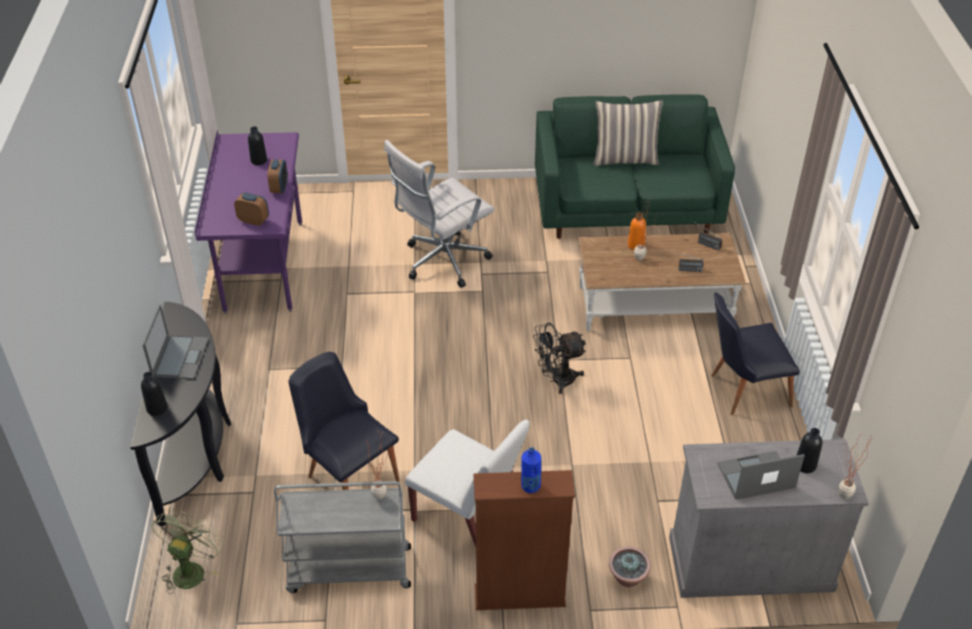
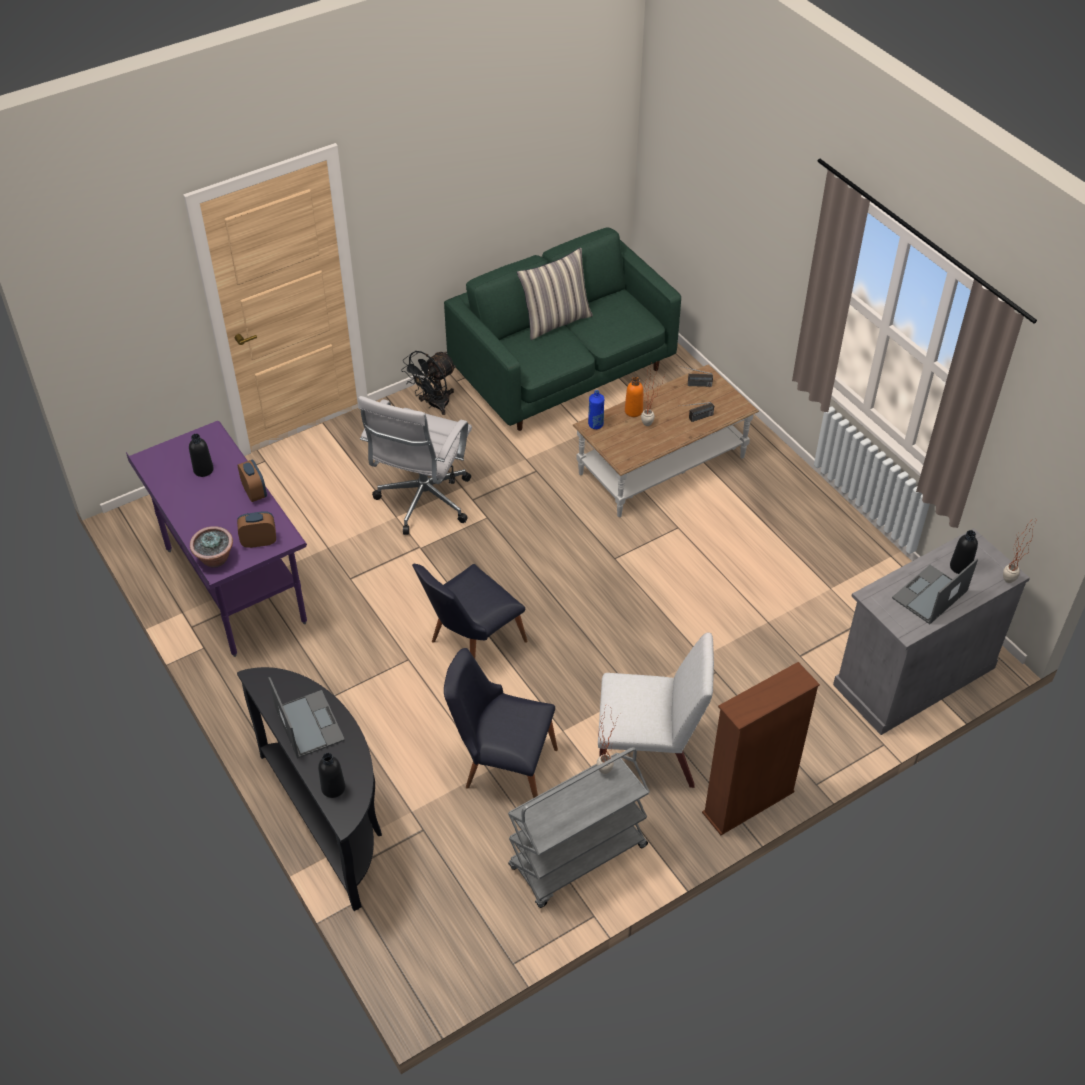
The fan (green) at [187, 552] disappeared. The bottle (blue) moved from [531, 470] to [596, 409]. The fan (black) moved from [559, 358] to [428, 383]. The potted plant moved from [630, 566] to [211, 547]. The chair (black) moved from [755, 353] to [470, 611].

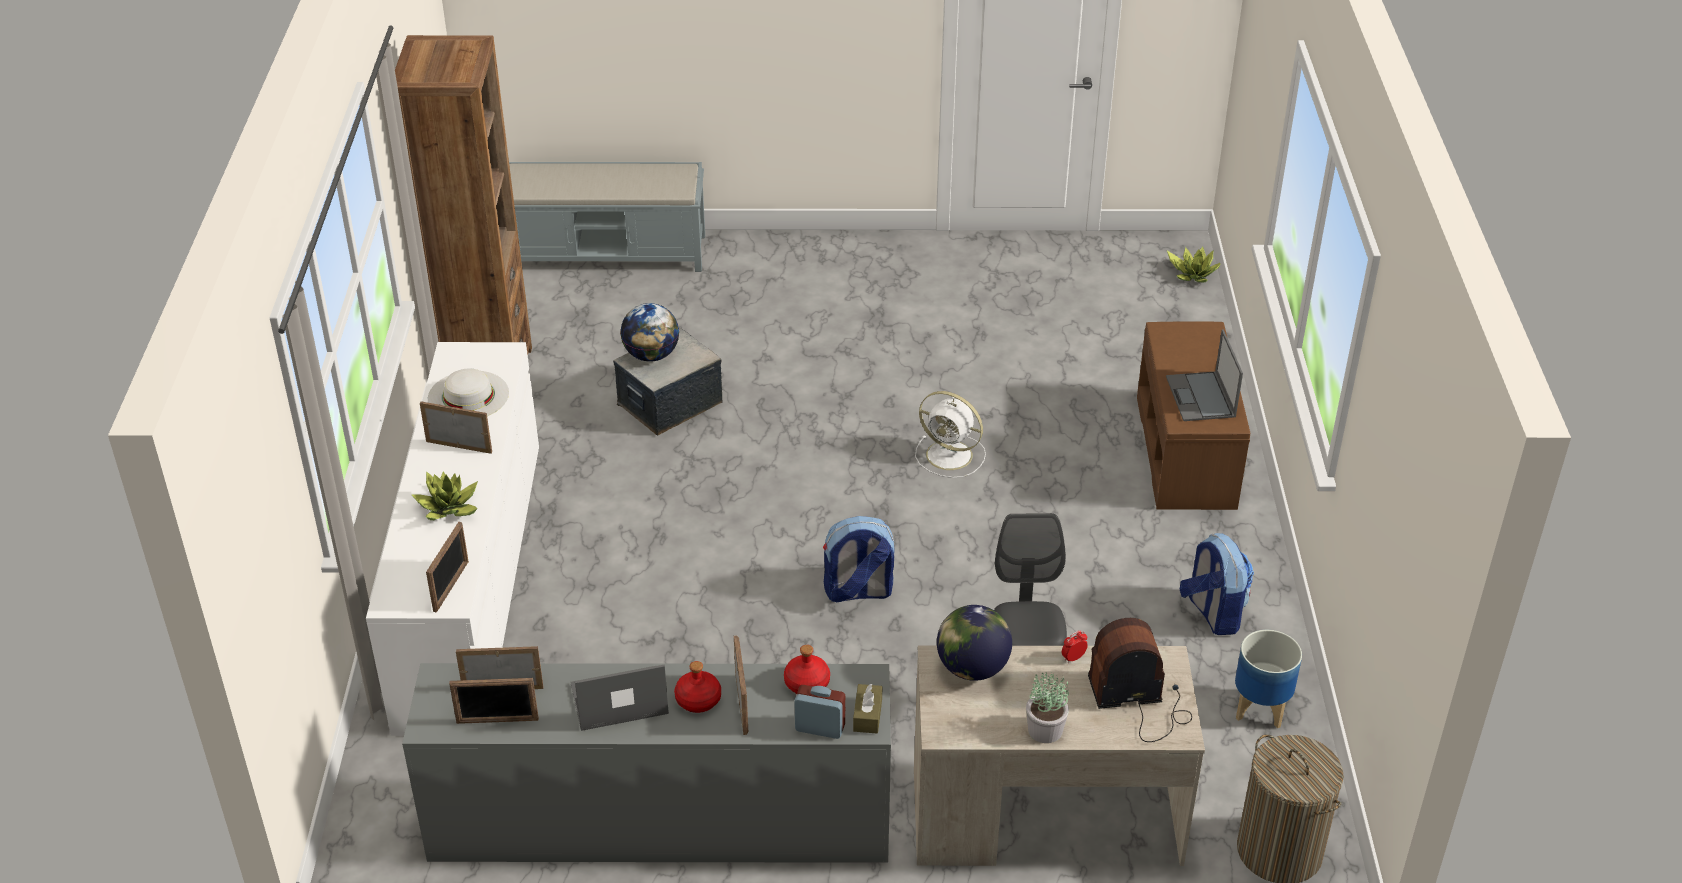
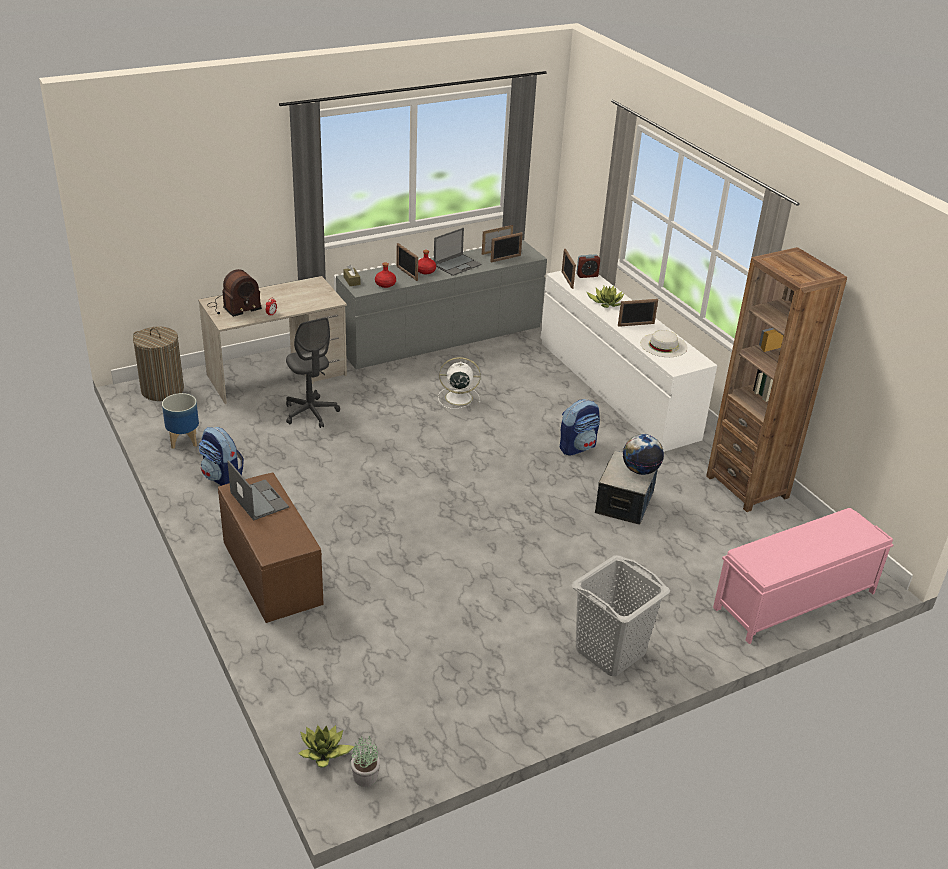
The globe at [974, 643] disappeared. The laundry basket (grey) at [621, 615] appeared. The alarm clock moved from [819, 712] to [588, 266]. The backpack moved from [858, 559] to [579, 427]. The fan (white) moved from [950, 434] to [459, 383]. The potted plant moved from [1047, 707] to [365, 761]. The bench (grey) at [607, 217] became the bench (pink) at [803, 576].

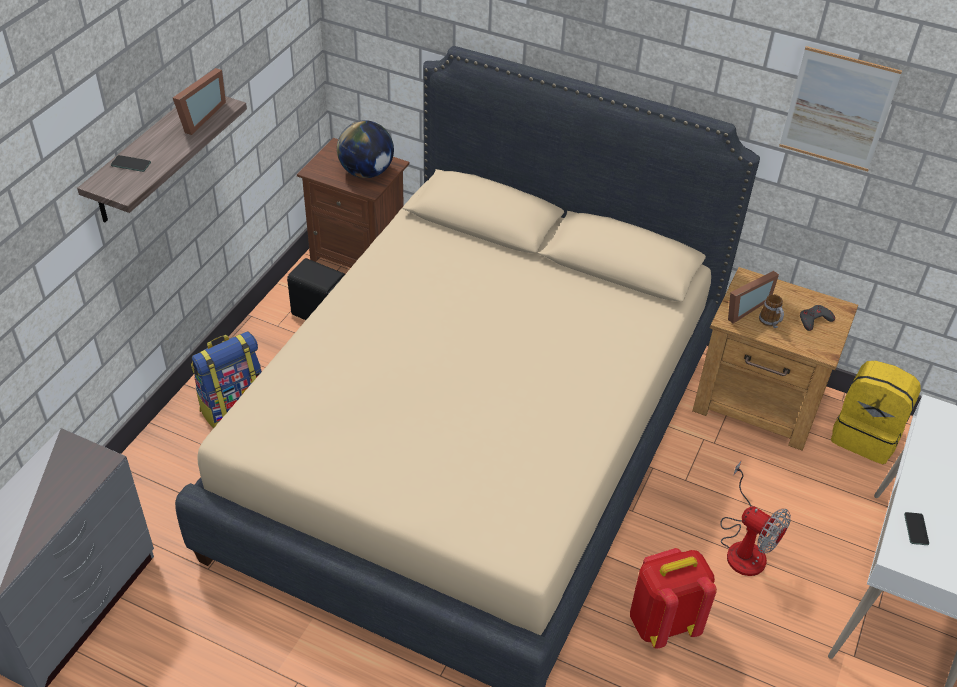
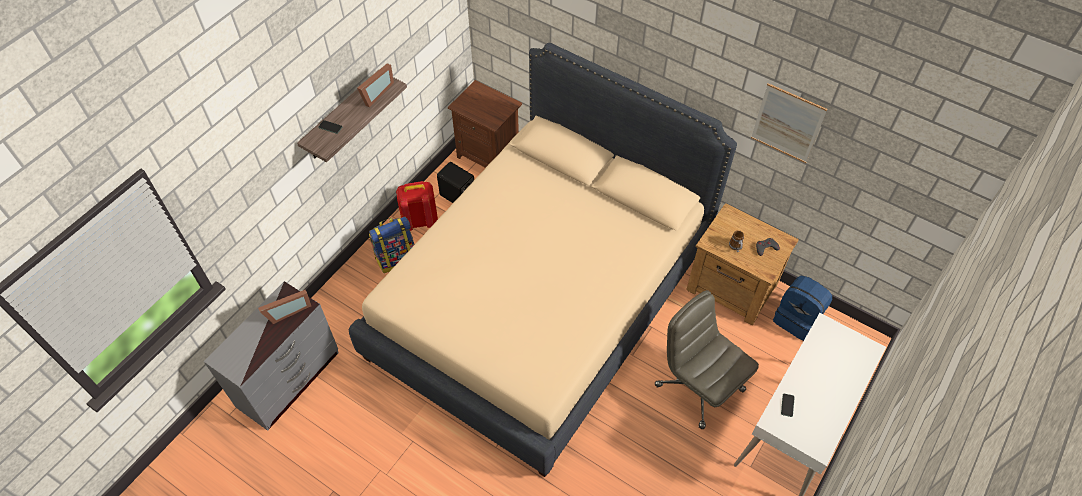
The globe at [365, 149] disappeared. The backpack (red) moved from [673, 598] to [417, 206]. The picture frame moved from [753, 297] to [284, 307]. The fan at [755, 518] was replaced by the office chair (grey) at [707, 359]. The backpack (yellow) at [876, 412] became the backpack (blue) at [802, 308].

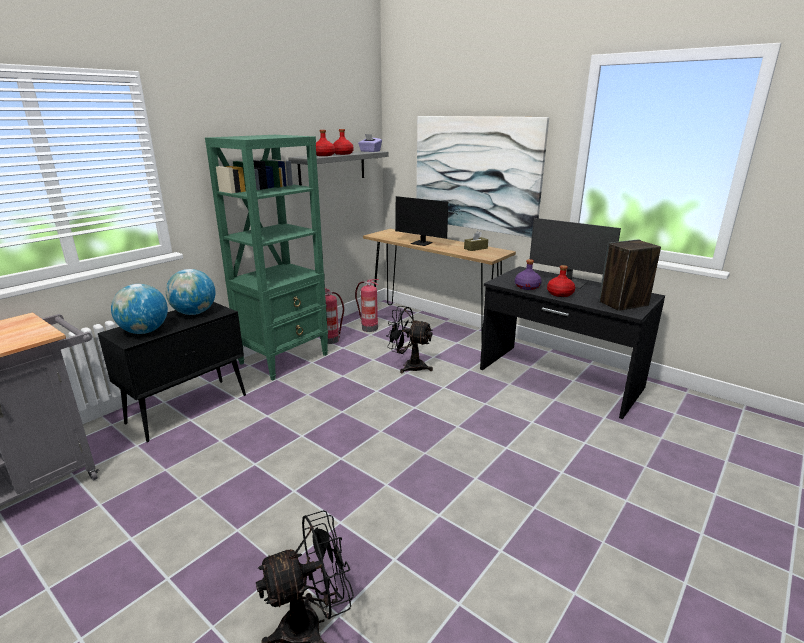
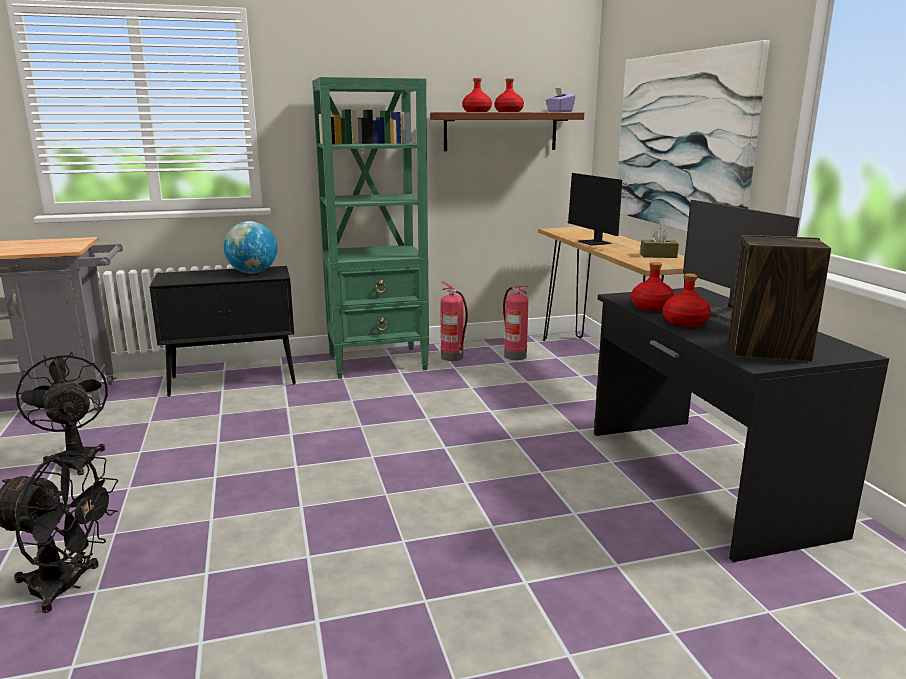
The globe at [139, 309] disappeared. The fan (black) moved from [409, 339] to [62, 413]. The shelf (grey) at [338, 168] became the shelf (brown) at [507, 131]. The bottle (purple) at [528, 274] became the bottle (red) at [653, 287].

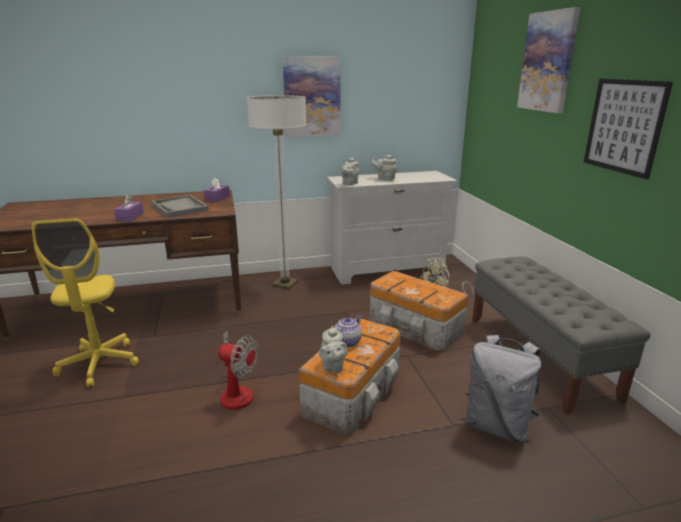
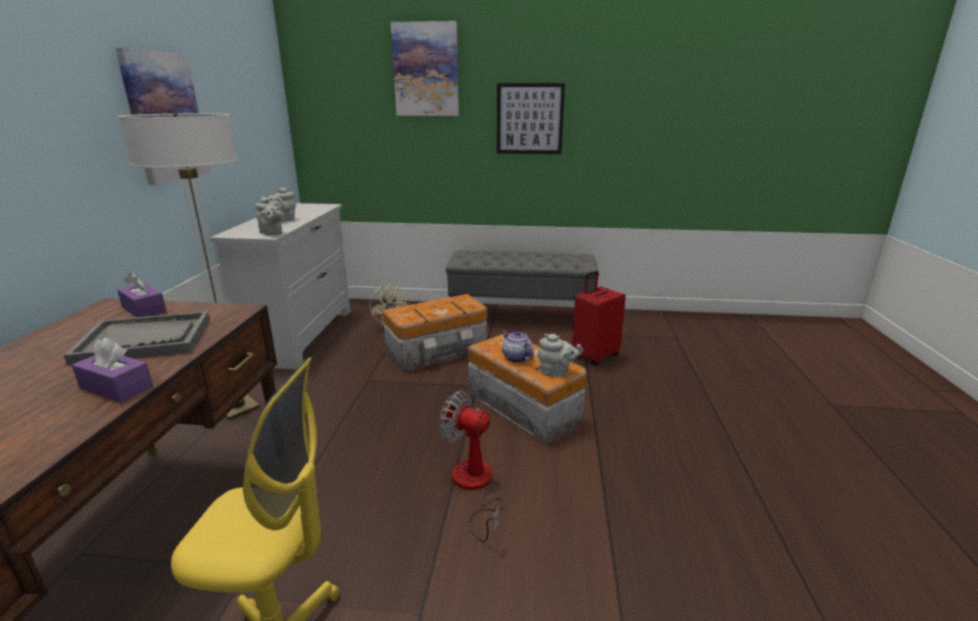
The backpack (grey) at [504, 388] was replaced by the suitcase (red) at [599, 318]. The fan at [237, 370] turned 105 degrees counterclockwise.

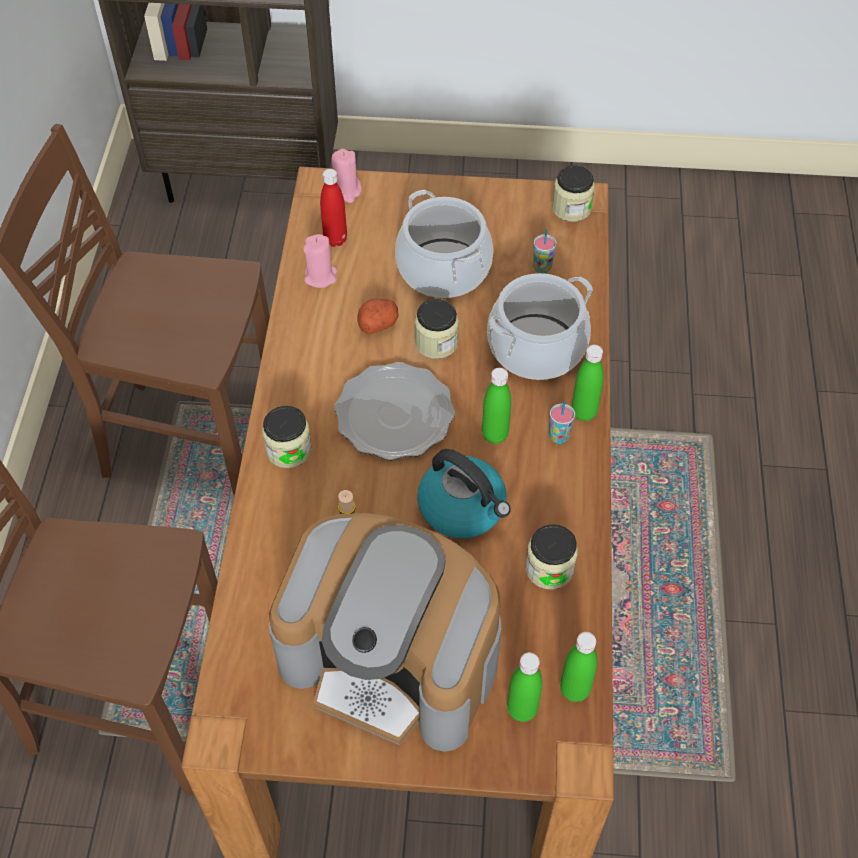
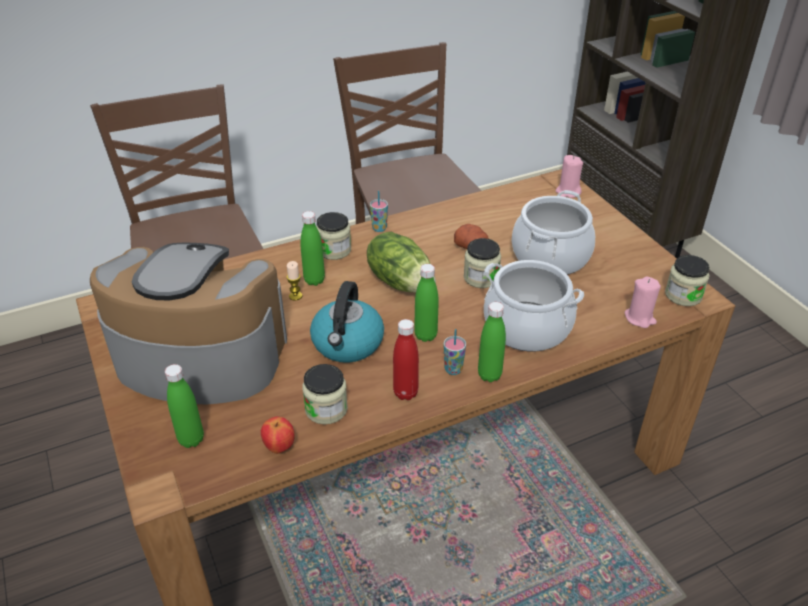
The apple at [278, 435] appeared. The candle (pink) moved from [320, 261] to [643, 302]. The bottle (red) moved from [333, 208] to [406, 359]. The cup moved from [545, 251] to [379, 211]. The bottle (green) moved from [578, 667] to [312, 248]. The plate at [394, 411] was replaced by the lettuce at [401, 262]. The coffee machine at [385, 632] turned 105 degrees clockwise.

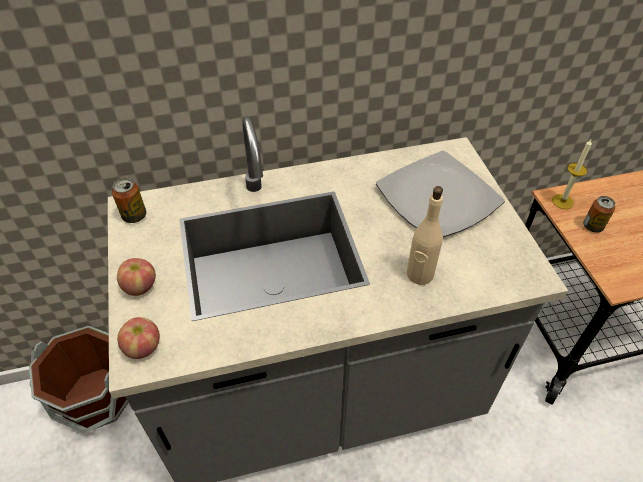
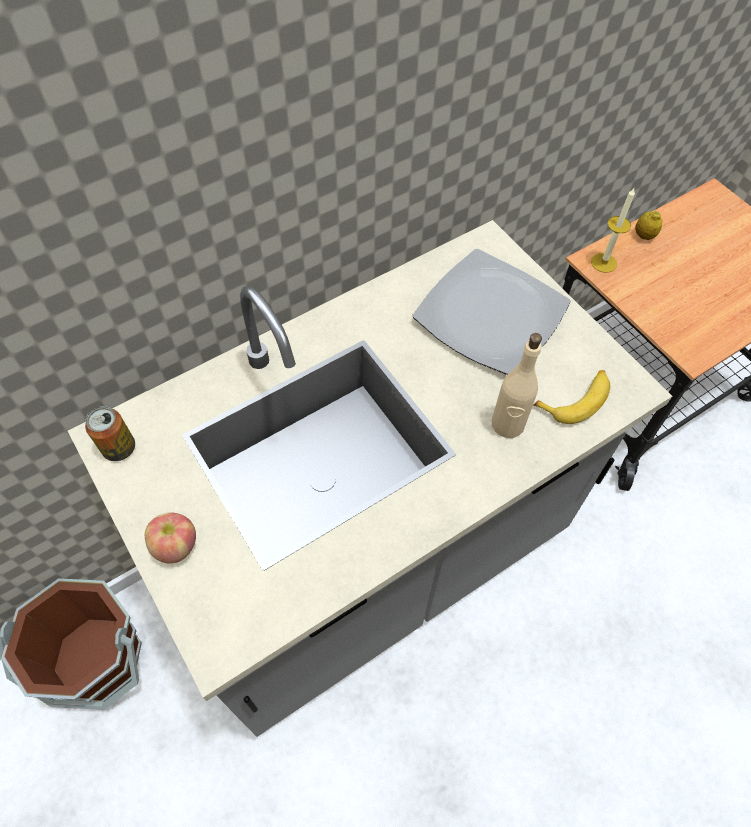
The apple at [138, 338] disappeared. The can at [599, 214] disappeared. The banana at [571, 397] appeared. The lemon at [648, 225] appeared.

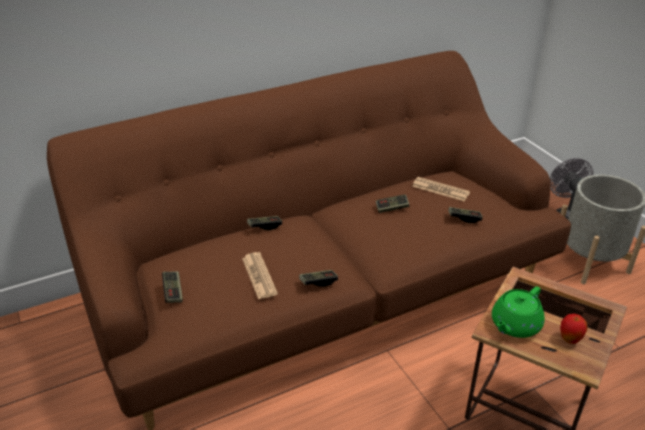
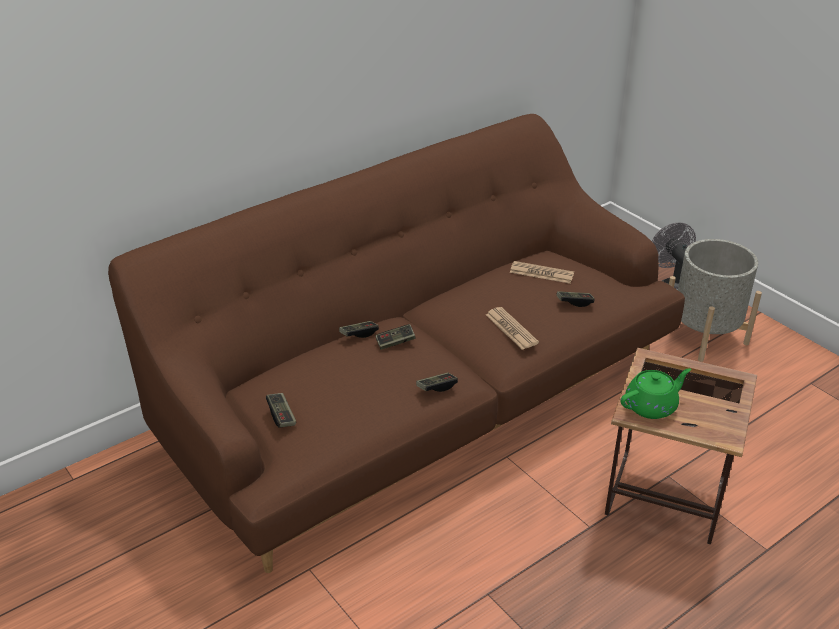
The apple at [574, 329] disappeared. The newspaper moved from [260, 275] to [512, 328]. The game controller moved from [392, 203] to [395, 337]. The teapot (green) at [518, 312] turned 150 degrees counterclockwise.

